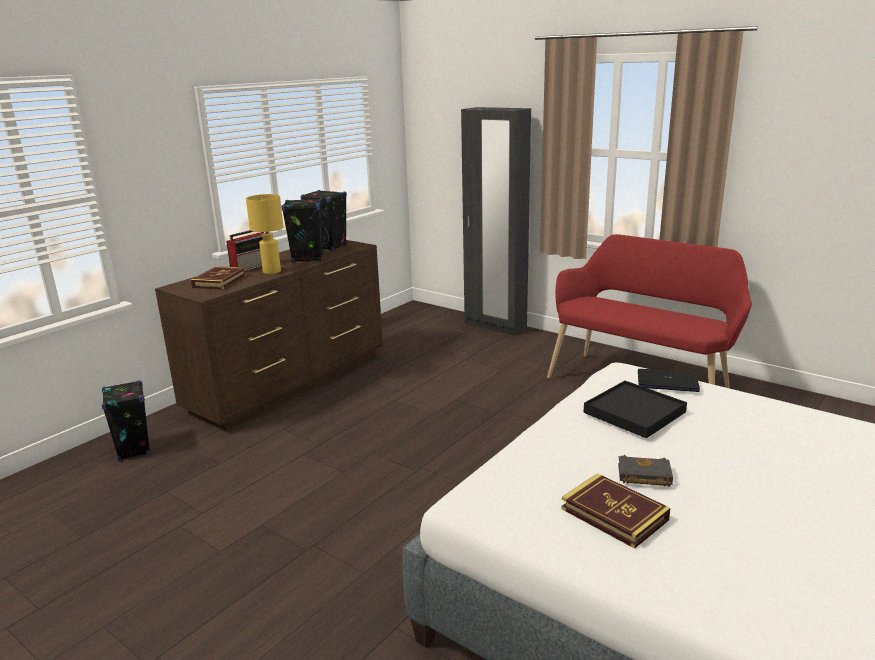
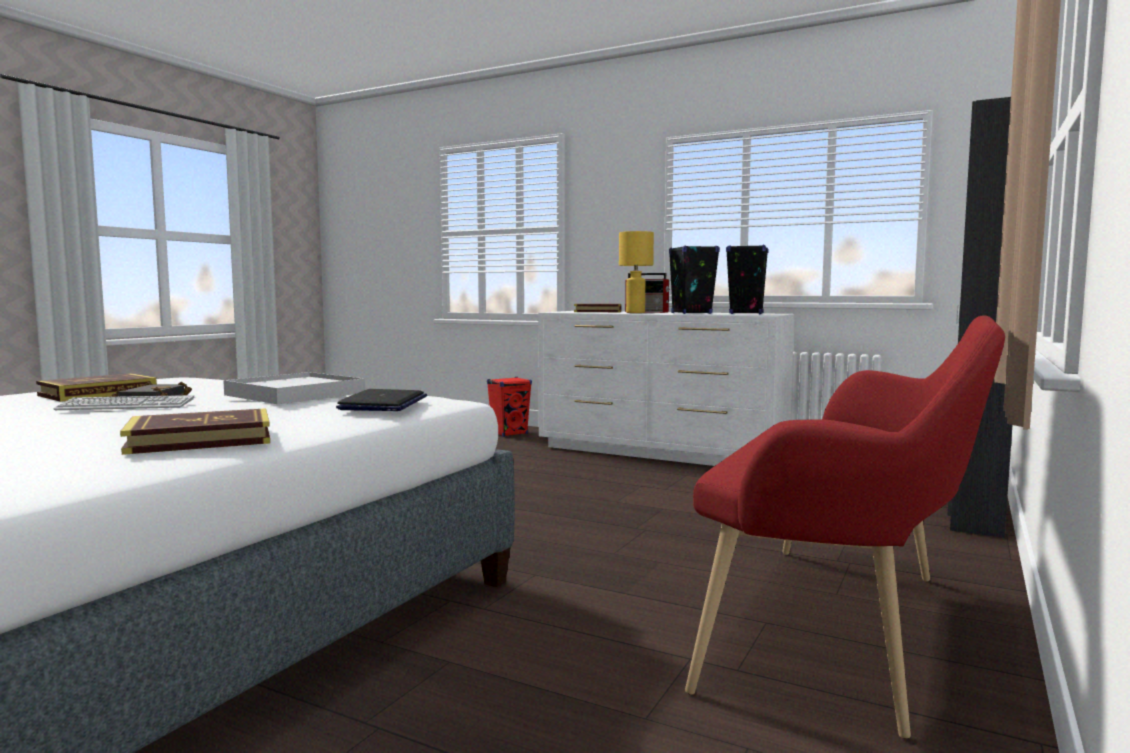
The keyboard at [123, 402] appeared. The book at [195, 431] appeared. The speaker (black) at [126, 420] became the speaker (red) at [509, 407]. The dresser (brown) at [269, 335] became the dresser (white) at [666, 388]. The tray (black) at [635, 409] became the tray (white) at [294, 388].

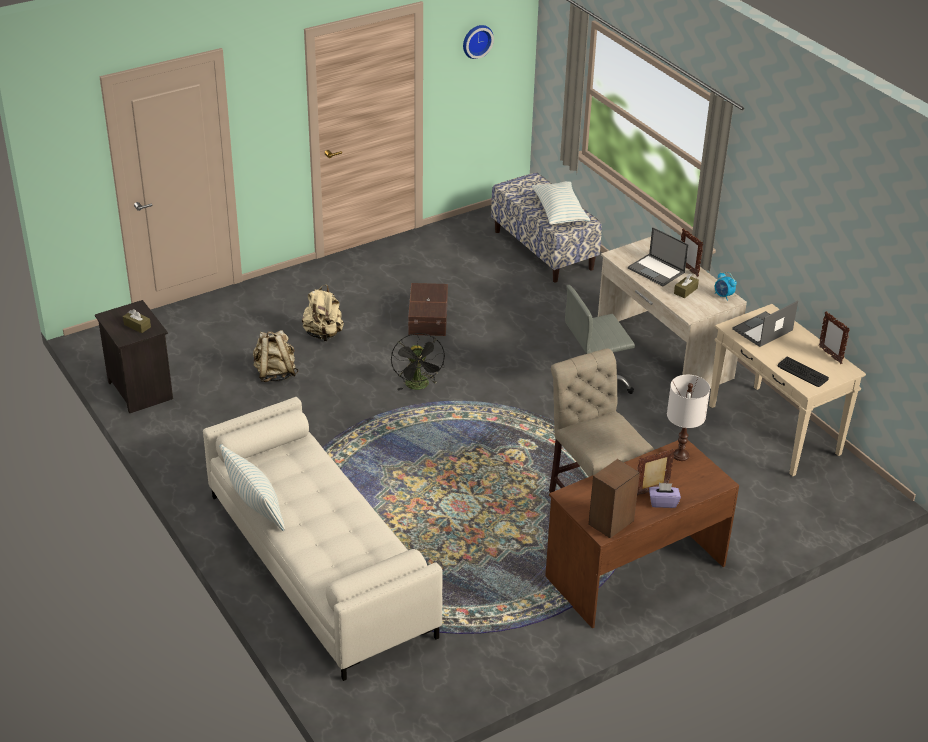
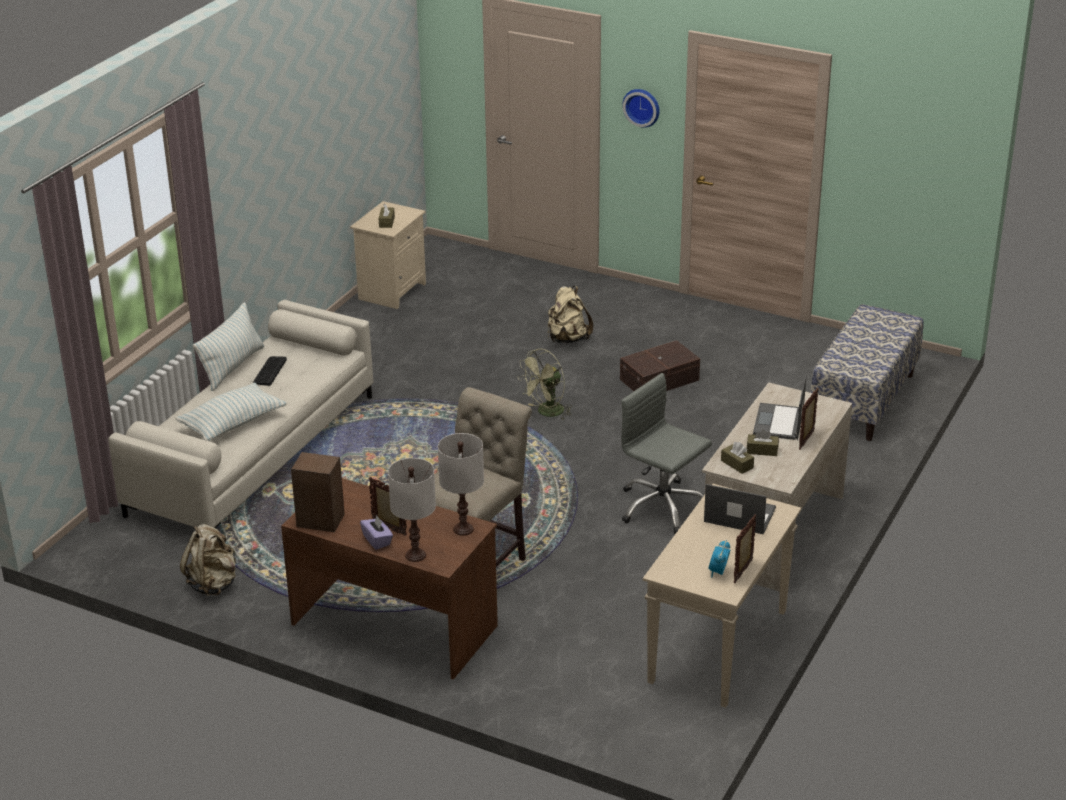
The table lamp (white) at [412, 510] appeared. The tissue box (brown) at [737, 458] appeared. The backpack (beige) moved from [276, 356] to [208, 560]. The wall clock moved from [478, 42] to [641, 108]. The pillow moved from [561, 203] to [231, 411]. The alarm clock moved from [726, 286] to [719, 558]. The keyboard moved from [803, 372] to [270, 371]. The nightstand (black) at [134, 356] became the nightstand (beige) at [388, 255]. The fan (black) at [418, 362] became the fan (green) at [545, 384].

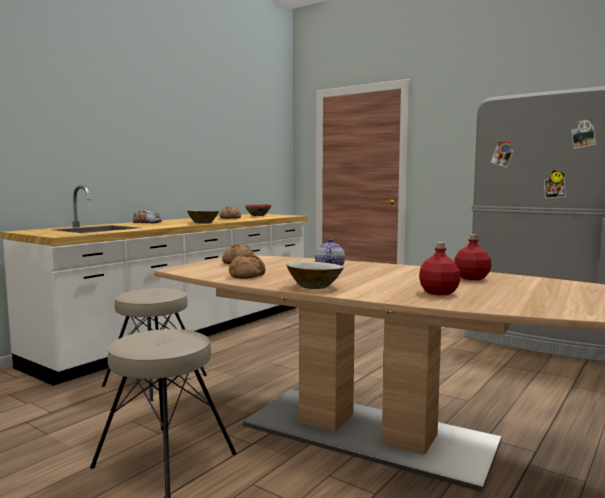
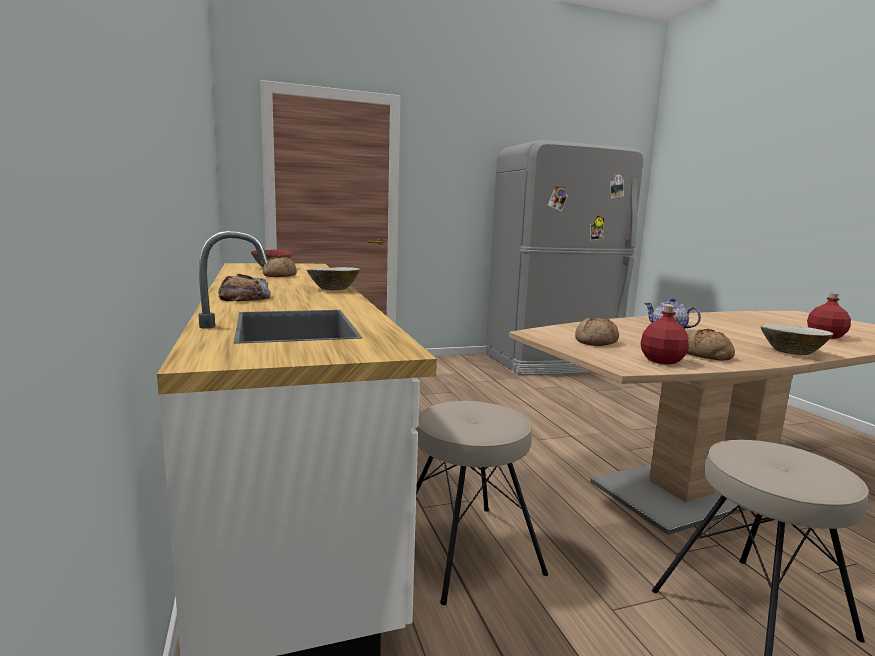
The bottle (red) moved from [472, 257] to [665, 335].

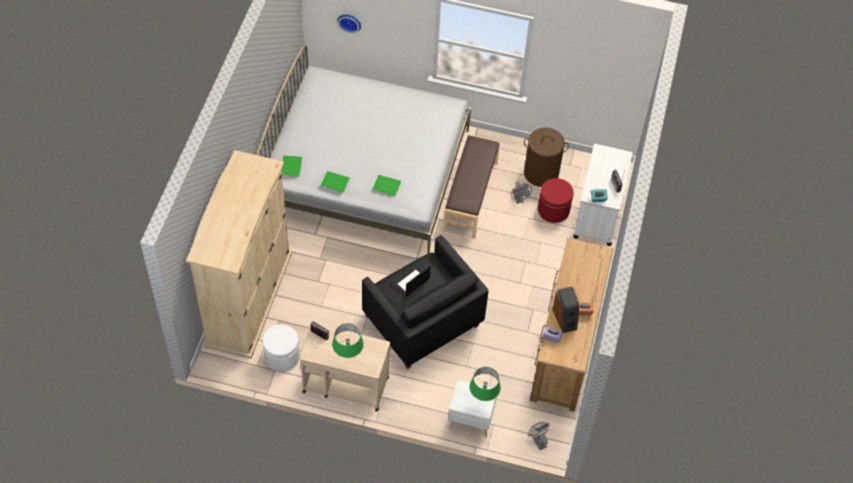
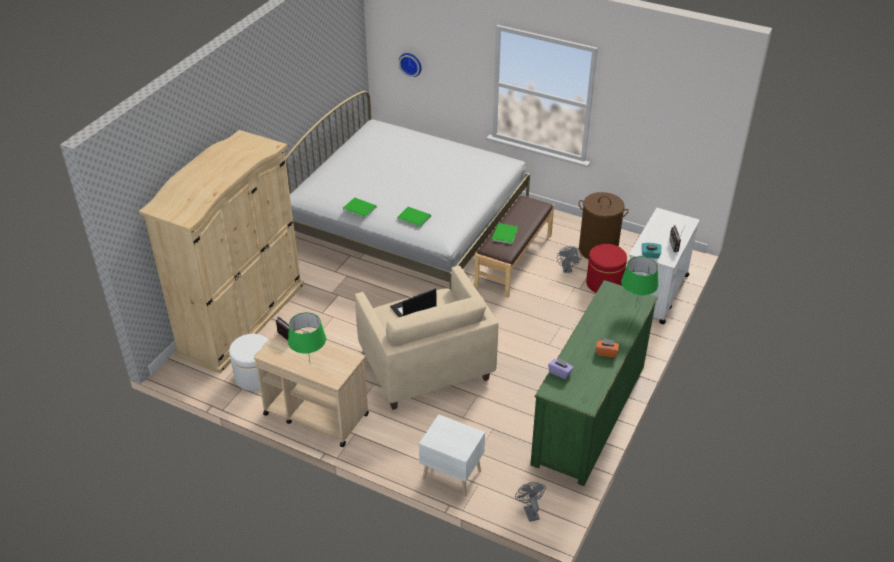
The speaker at [565, 310] disappeared. The book (green) moved from [292, 166] to [504, 234]. The table lamp (green) moved from [485, 384] to [639, 282]. The armchair (black) at [425, 302] became the armchair (beige) at [426, 338]. The dresser (brown) at [572, 325] became the dresser (green) at [594, 383].

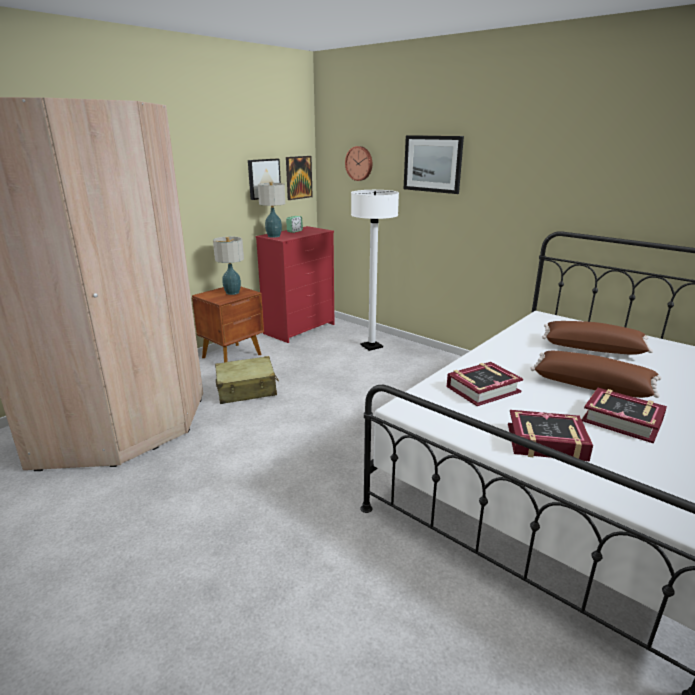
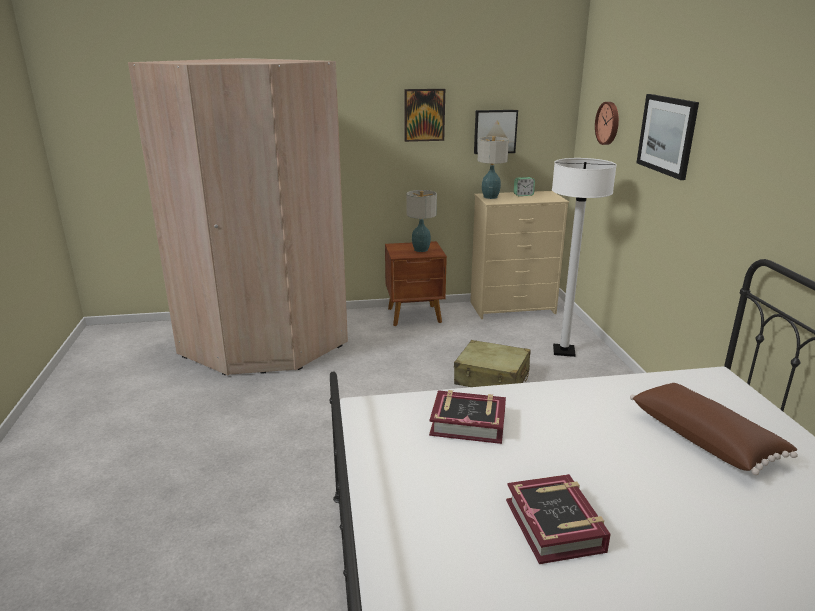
The book at [550, 436] disappeared. The pillow (brown) at [596, 374] disappeared. The suitcase (beige) moved from [247, 380] to [492, 363]. The picture moved from [299, 178] to [424, 115]. The dresser (red) at [295, 284] became the dresser (beige) at [519, 255].

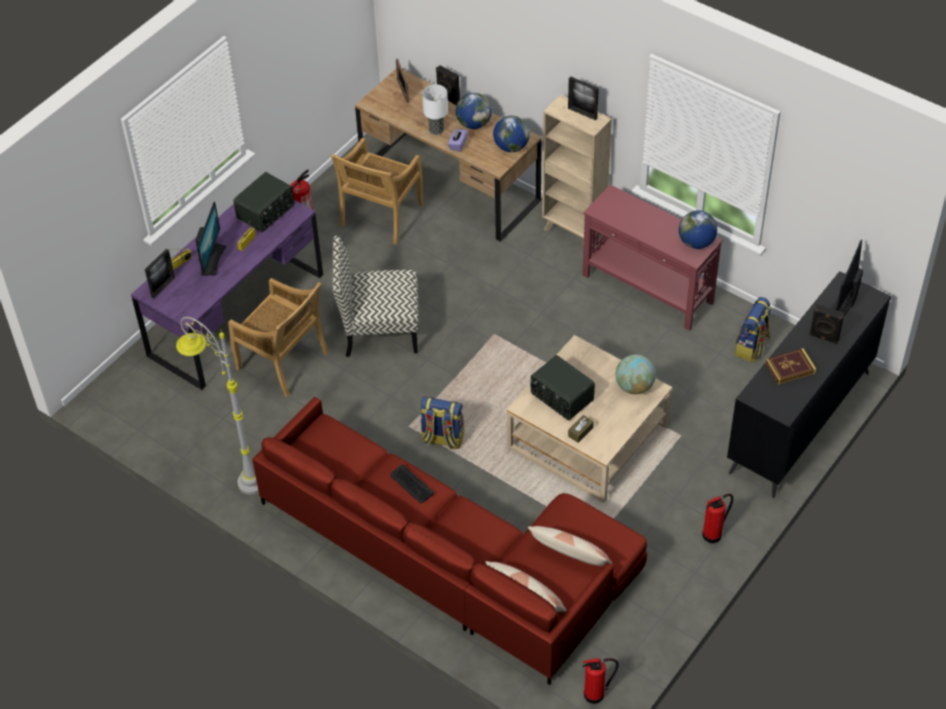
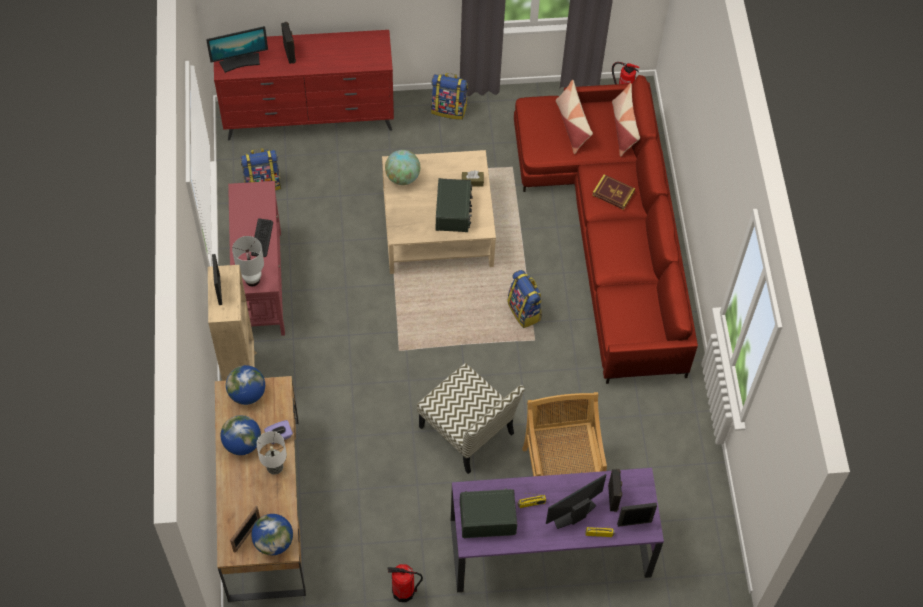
The floor lamp (grey) at [217, 406] disappeared. The chair (beige) at [377, 191] disappeared. The table lamp (white) at [248, 261] appeared. The keyboard moved from [412, 483] to [262, 237]. The speaker (black) moved from [448, 85] to [615, 490]. The globe moved from [698, 229] to [272, 534]. The book moved from [790, 366] to [613, 192]. The fire extinguisher at [717, 518] was replaced by the backpack at [449, 96]. The dresser (black) at [809, 384] became the dresser (red) at [304, 85].

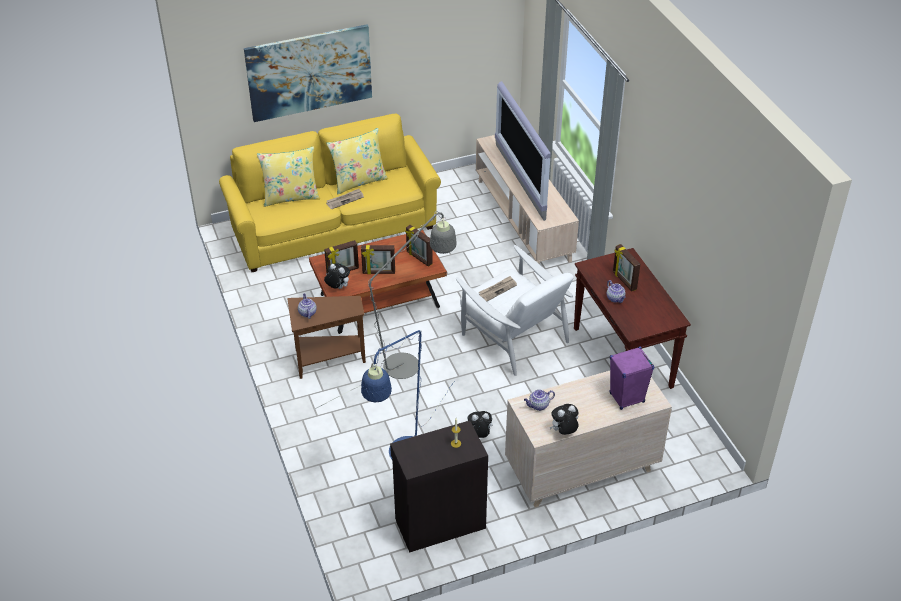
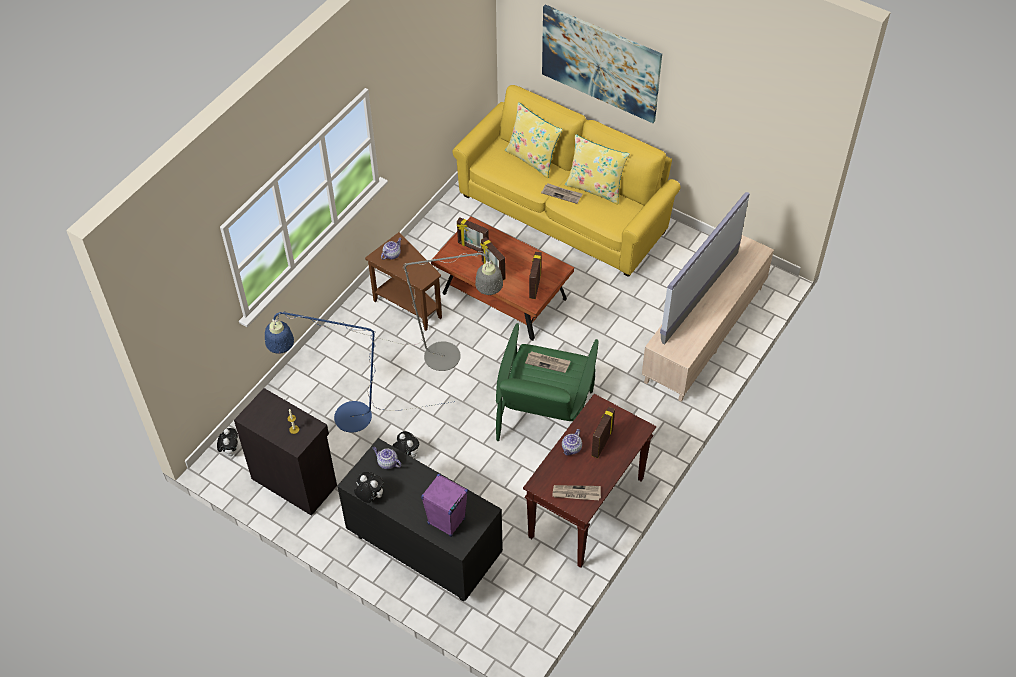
The newspaper at [576, 492] appeared. The plush toy moved from [337, 276] to [227, 442]. The armchair (white) at [515, 310] became the armchair (green) at [547, 382]. The dresser (beige) at [588, 439] became the dresser (black) at [420, 520].

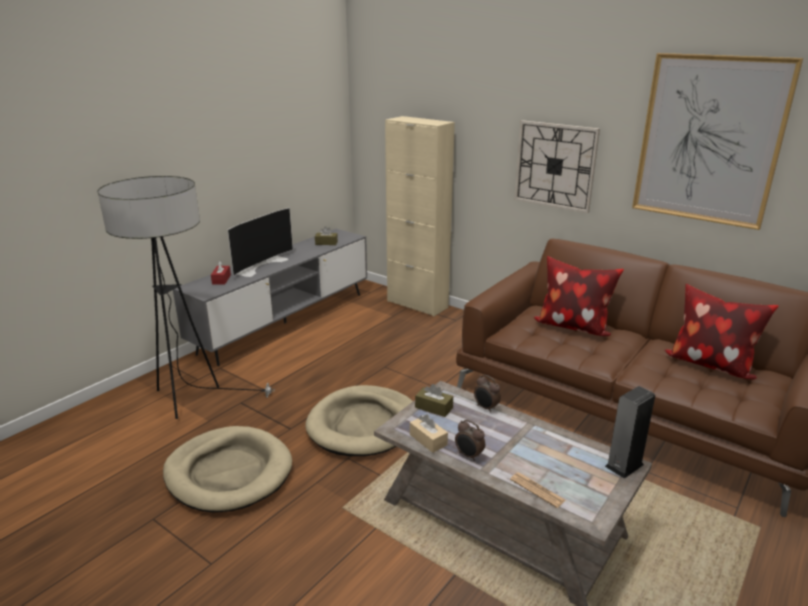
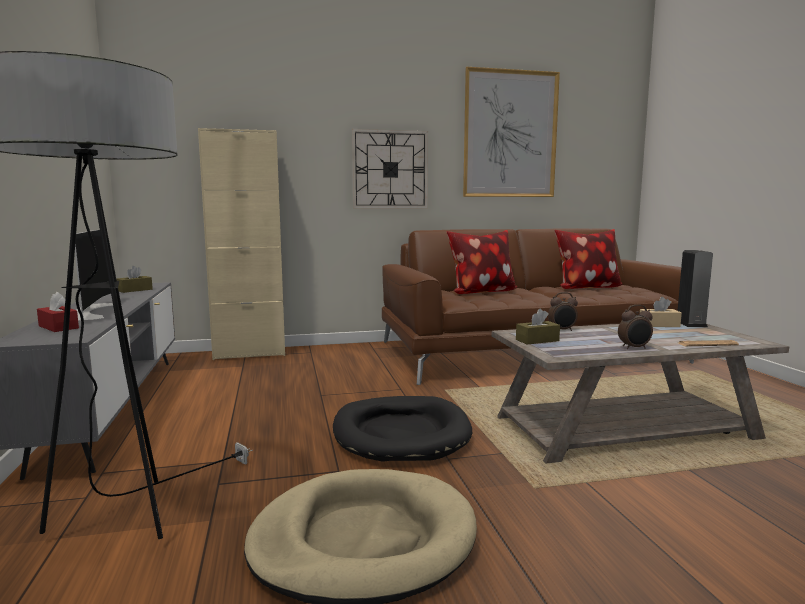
The tissue box (beige) moved from [429, 433] to [661, 312]. The dog bed (beige) at [359, 420] became the dog bed (black) at [402, 429].

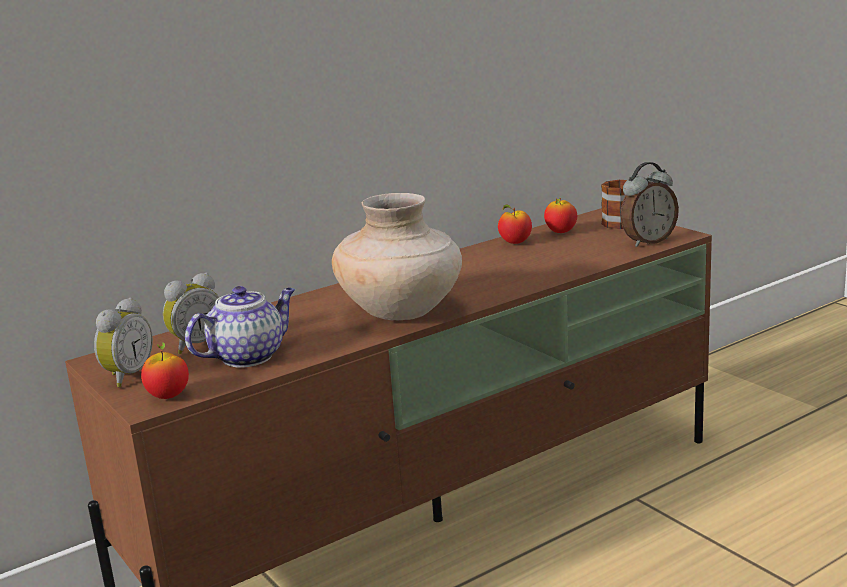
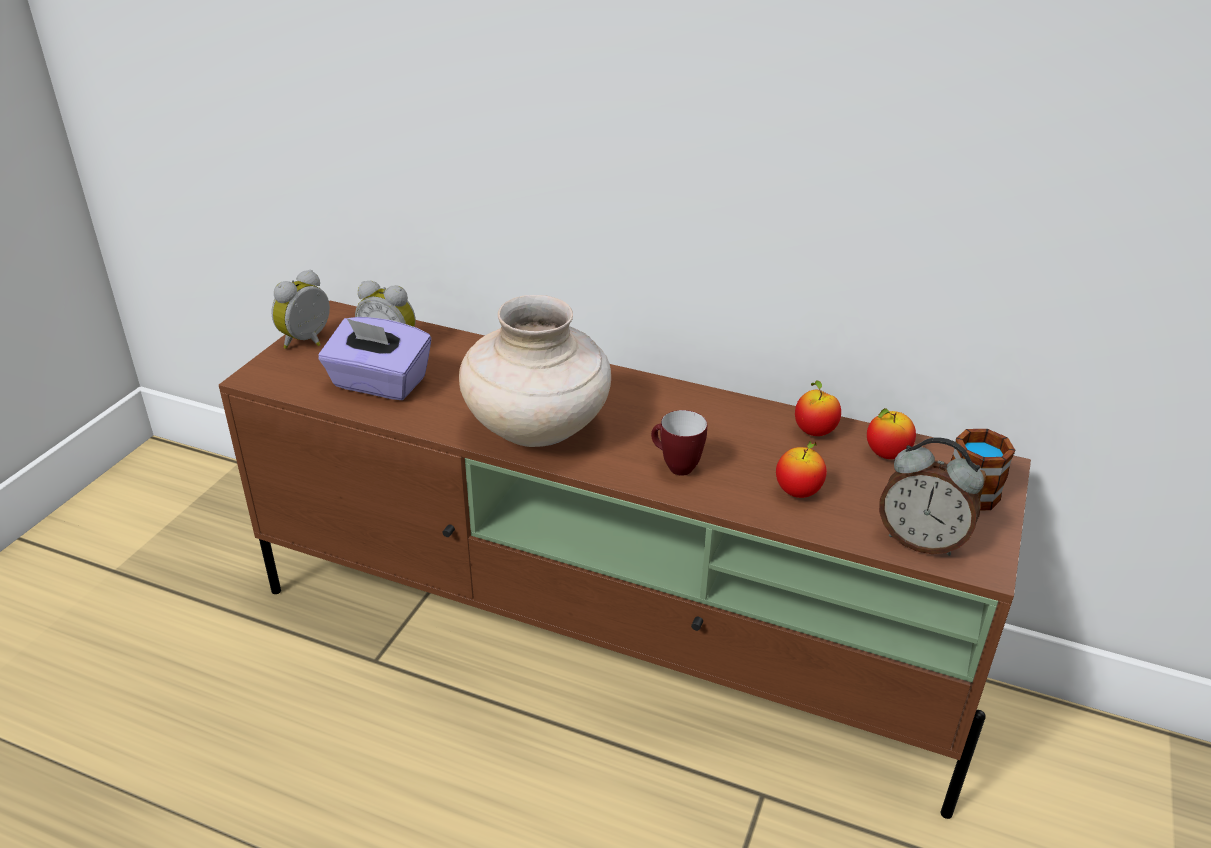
The mug at [679, 443] appeared. The apple moved from [165, 370] to [801, 469]. The teapot at [240, 327] was replaced by the tissue box (purple) at [374, 358]. The alarm clock at [123, 342] turned 135 degrees clockwise.

